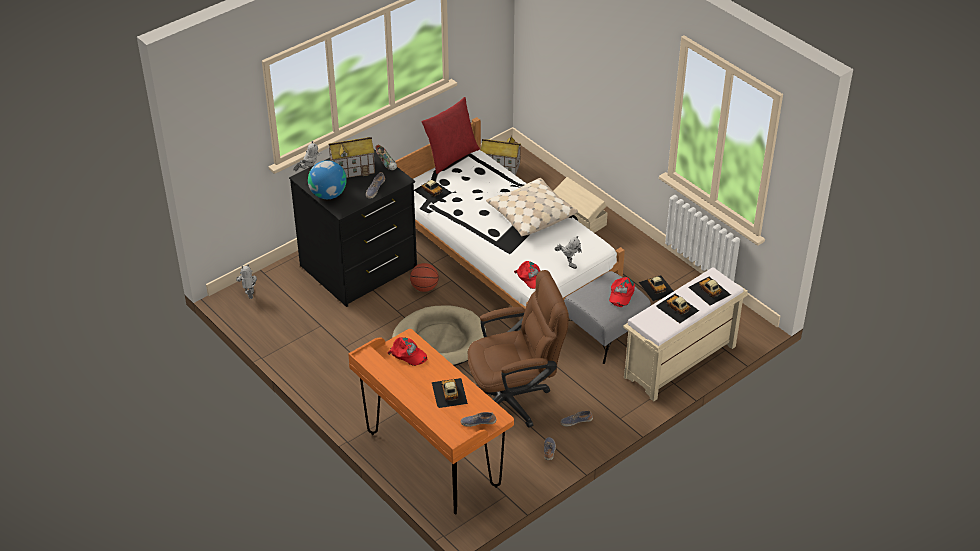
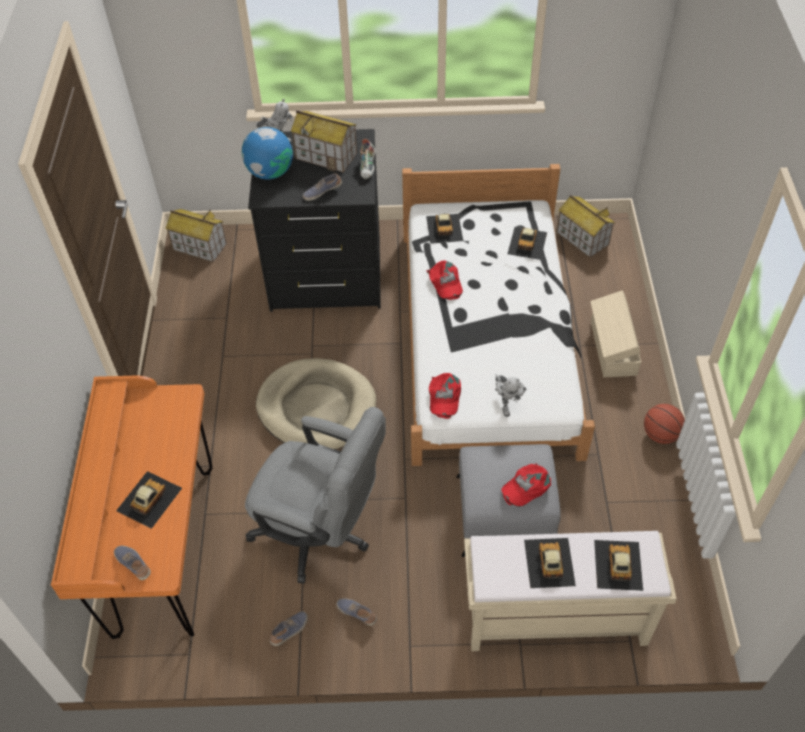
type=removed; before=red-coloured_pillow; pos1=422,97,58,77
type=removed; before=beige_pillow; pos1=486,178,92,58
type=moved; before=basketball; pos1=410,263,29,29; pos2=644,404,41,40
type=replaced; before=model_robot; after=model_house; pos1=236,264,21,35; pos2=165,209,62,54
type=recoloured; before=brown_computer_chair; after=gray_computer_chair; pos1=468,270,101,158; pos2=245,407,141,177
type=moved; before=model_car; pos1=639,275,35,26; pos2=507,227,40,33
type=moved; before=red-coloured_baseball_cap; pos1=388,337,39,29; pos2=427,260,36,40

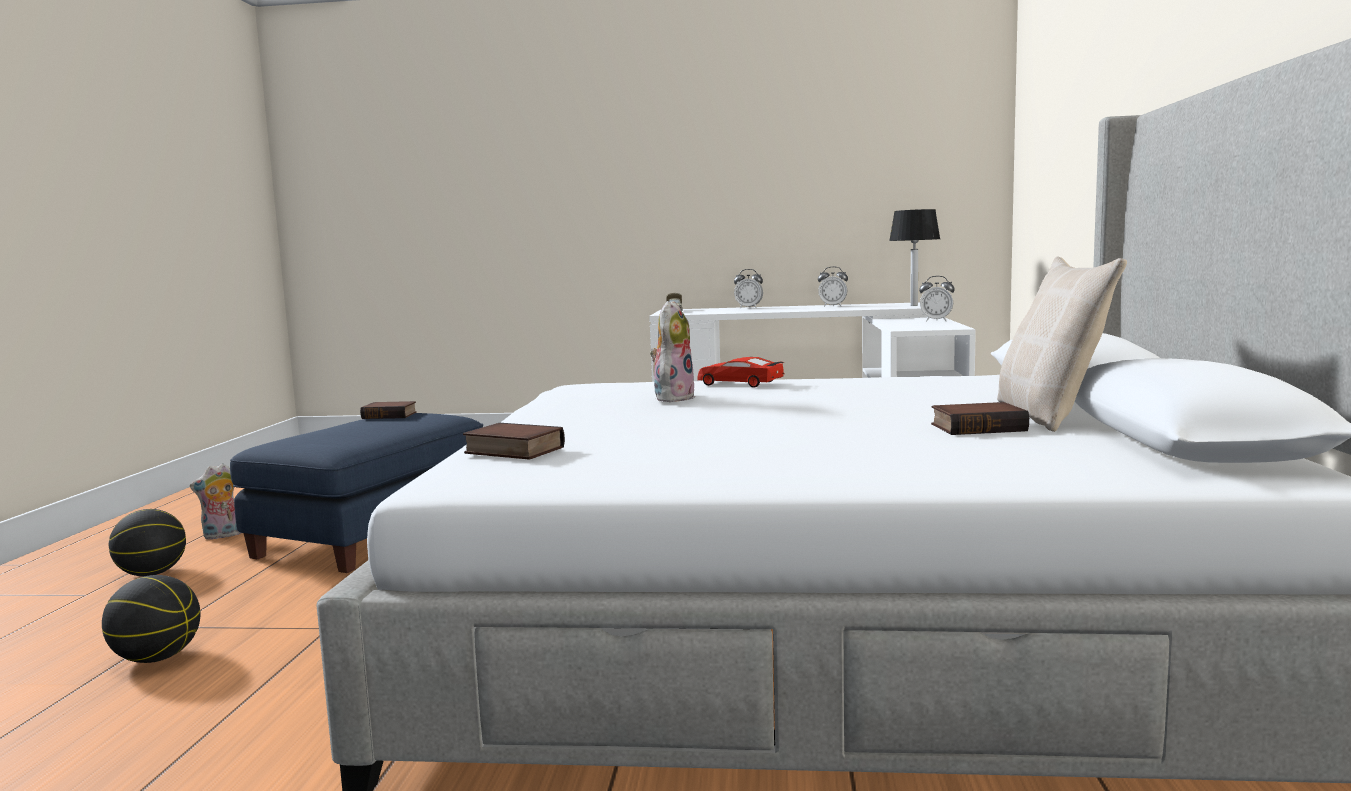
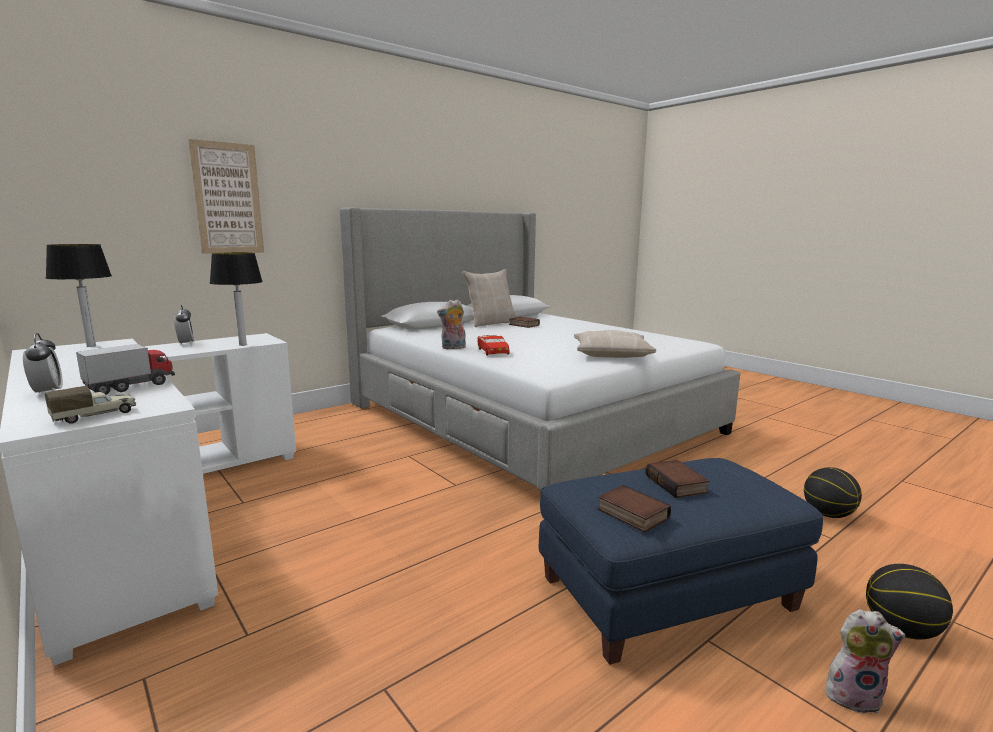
type=removed; before=table_clock; pos1=818,266,30,41
type=moved; before=plush_toy; pos1=650,301,46,101; pos2=437,299,29,50
type=moved; before=bound_book; pos1=463,423,102,37; pos2=646,460,63,38
type=added; after=picture; pos2=188,139,76,115
type=added; after=tabletop_lamp; pos2=210,253,53,93
type=added; after=beige_pillow; pos2=574,330,82,28
type=added; after=model_truck; pos2=76,344,99,51

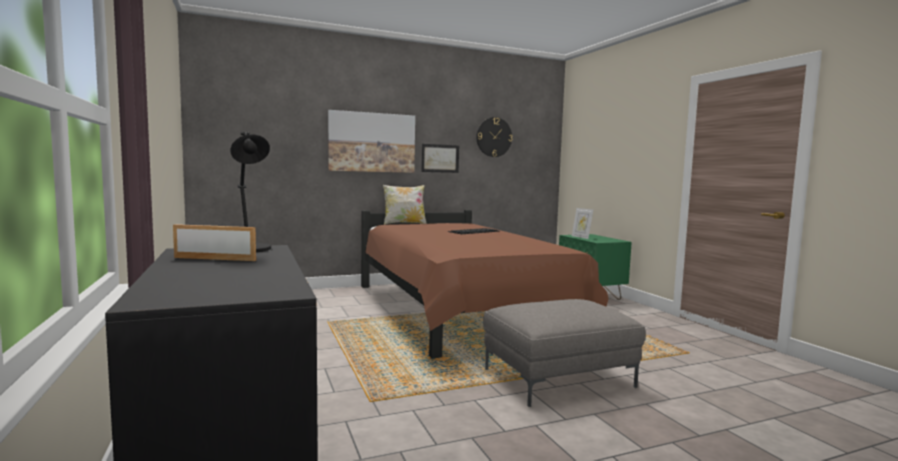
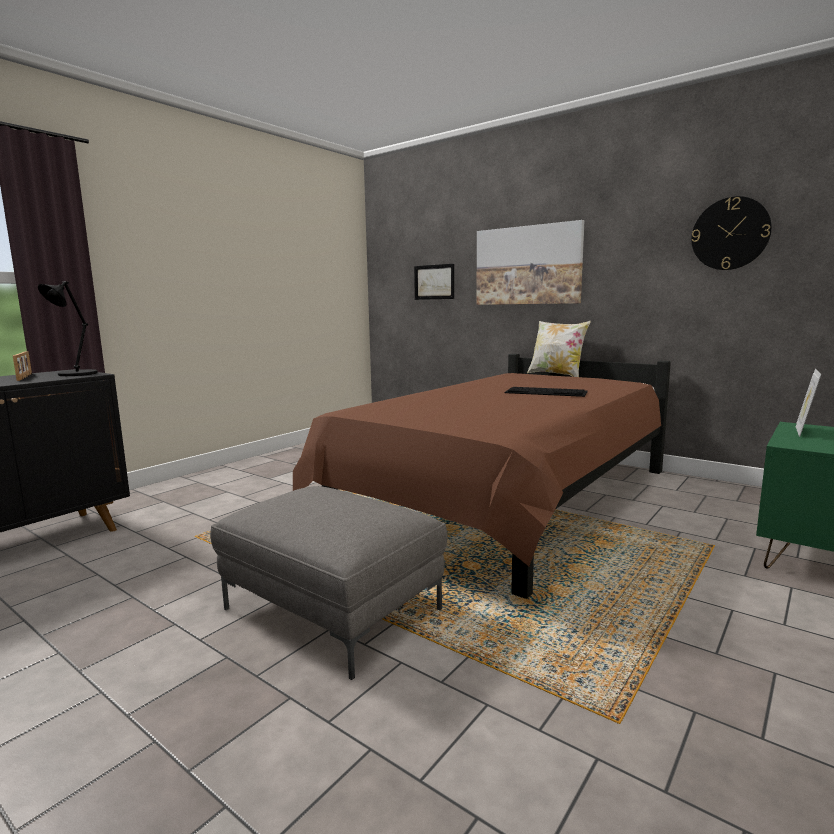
type=moved; before=picture; pos1=421,144,38,29; pos2=414,264,40,36

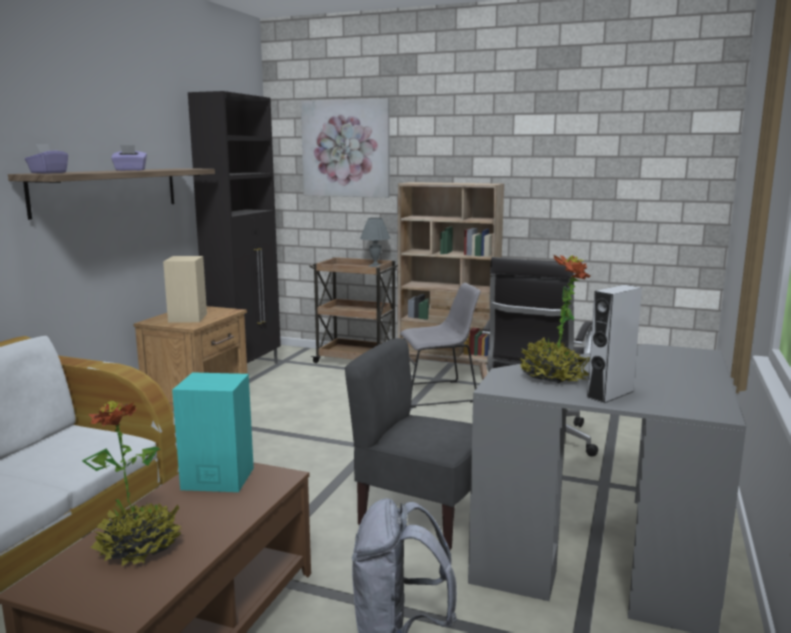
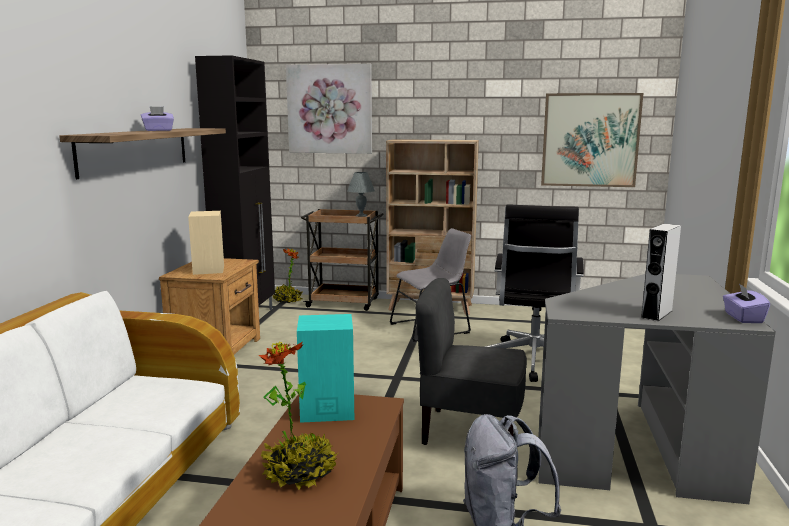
type=moved; before=purplish_tissue_box; pos1=25,144,43,29; pos2=723,283,47,40
type=moved; before=houseplant; pos1=520,254,70,129; pos2=273,248,30,55
type=added; after=picture; pos2=541,93,102,94

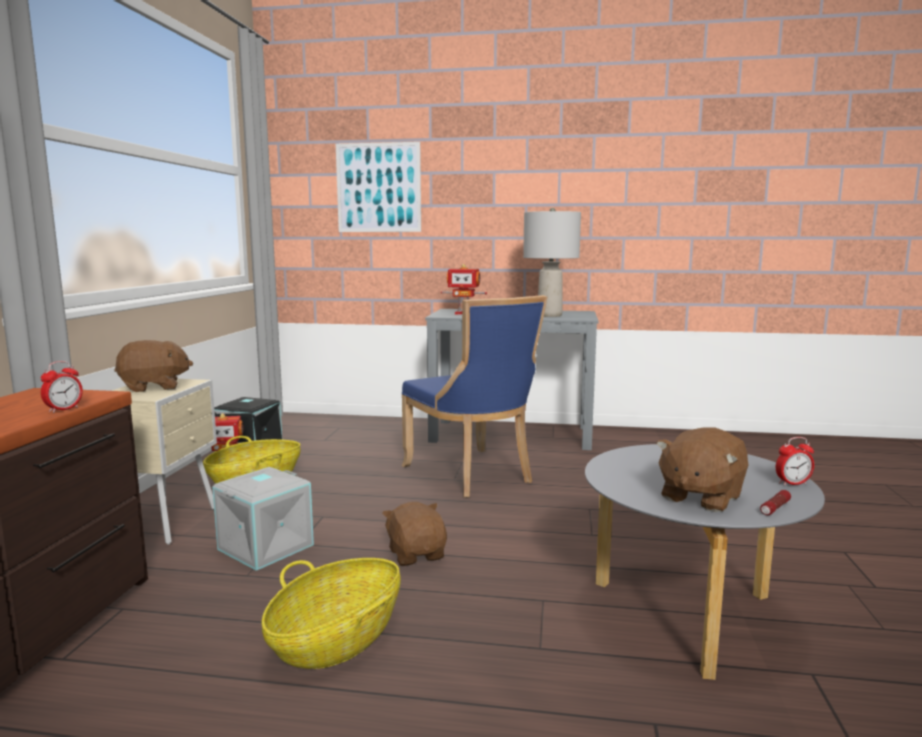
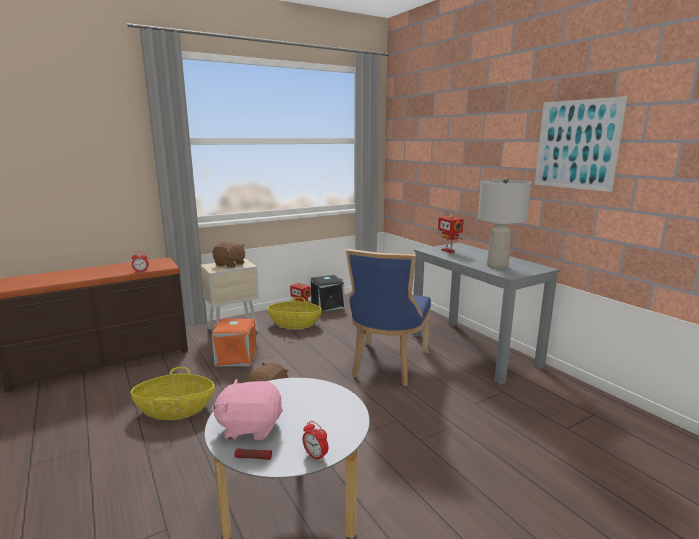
type=moved; before=picture; pos1=336,142,85,90; pos2=535,96,92,96
type=recoloured; before=brown_plush_toy; after=pink_plush_toy; pos1=657,427,92,85; pos2=211,379,72,61
type=recoloured; before=gray_storage_box; after=orangey_storage_box; pos1=212,467,102,104; pos2=212,319,45,47

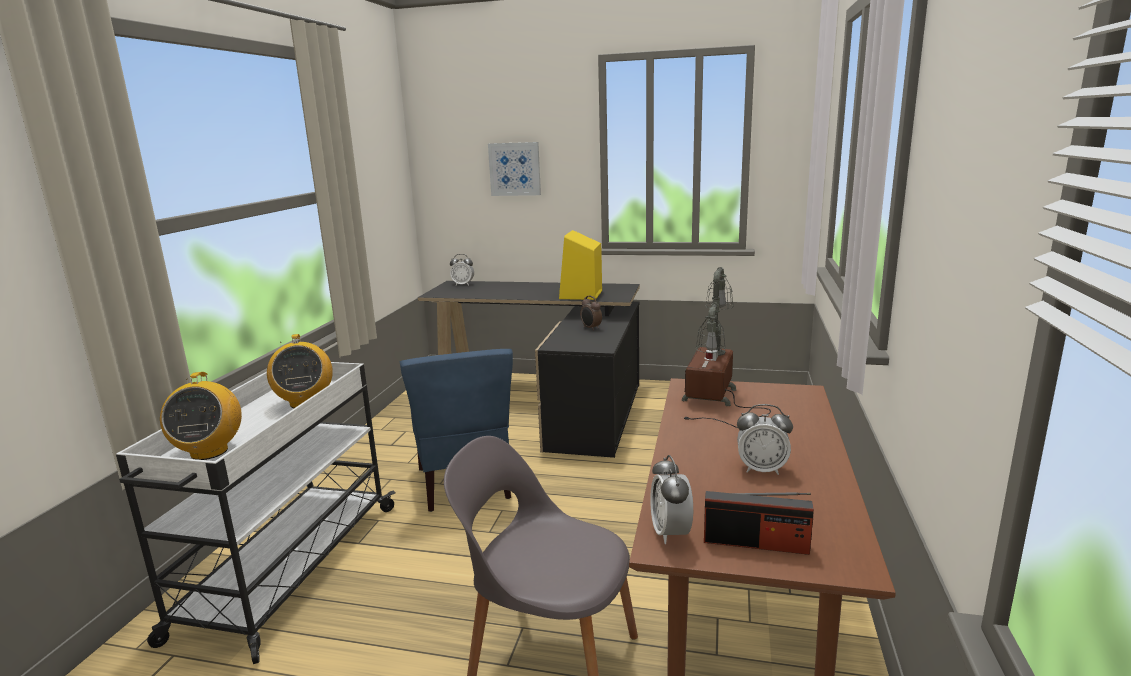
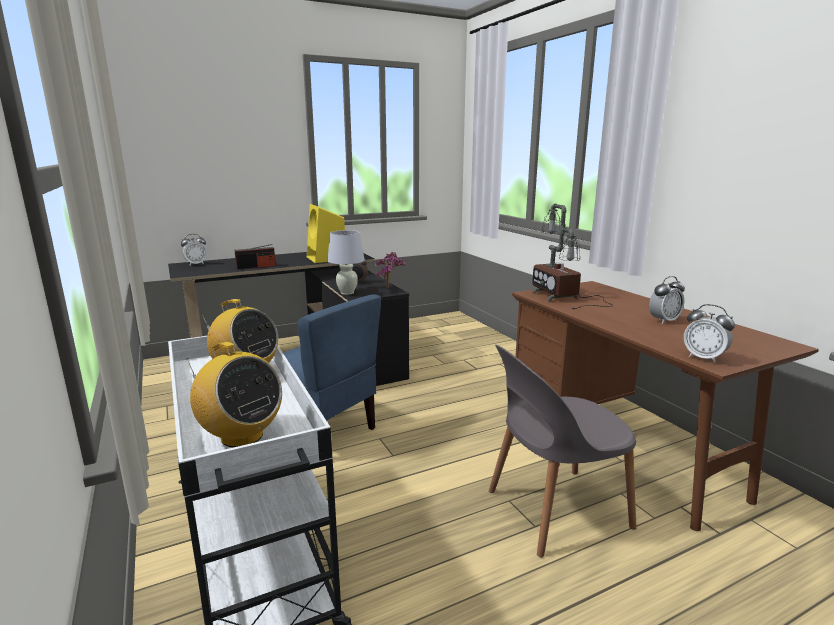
type=removed; before=picture; pos1=488,142,53,54
type=moved; before=radio; pos1=704,491,110,64; pos2=234,244,42,26
type=added; after=whitish_tabletop_lamp; pos2=327,230,38,65
type=added; after=houseplant; pos2=375,252,31,36

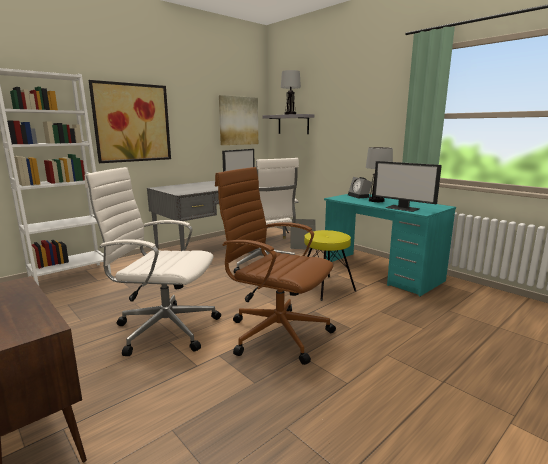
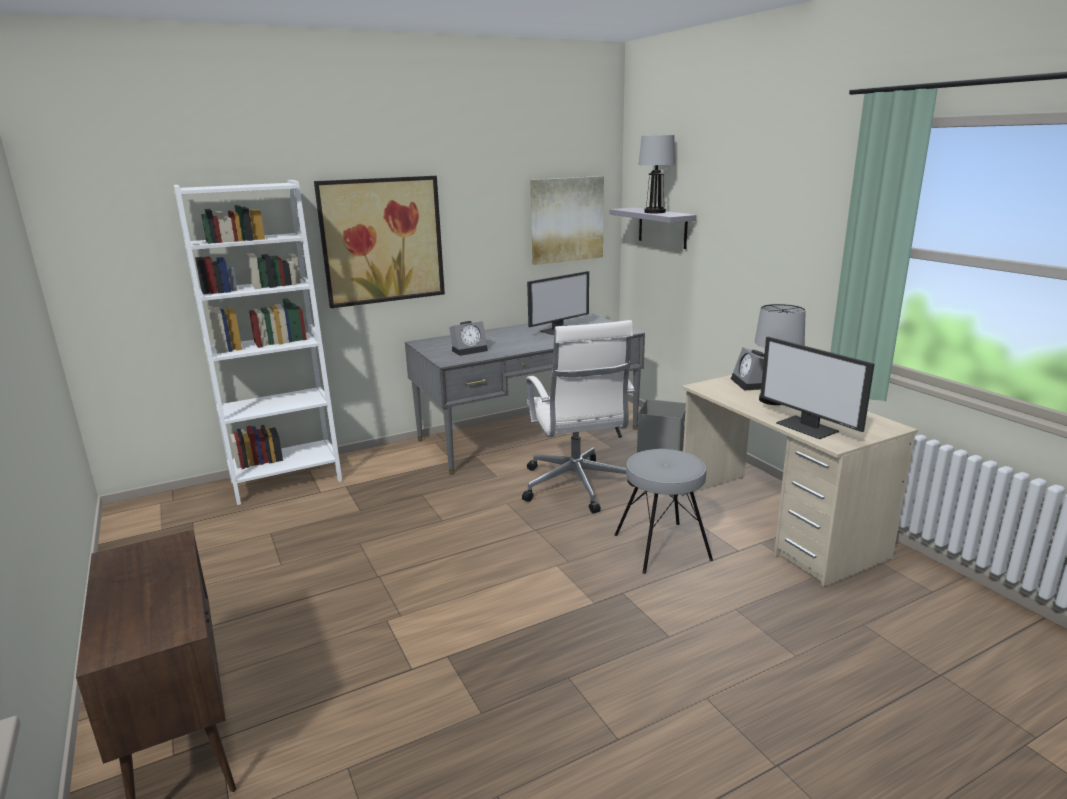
type=removed; before=whitish_computer_chair; pos1=85,167,136,189
type=removed; before=brown_computer_chair; pos1=215,167,121,198
type=recoloured; before=turquoise_desk_unit; after=beige_desk_unit; pos1=324,194,132,103; pos2=681,375,237,212
type=recoloured; before=yellowish_stool; after=gray_stool; pos1=304,230,52,71; pos2=615,449,98,125
type=added; after=table_clock; pos2=449,321,39,35

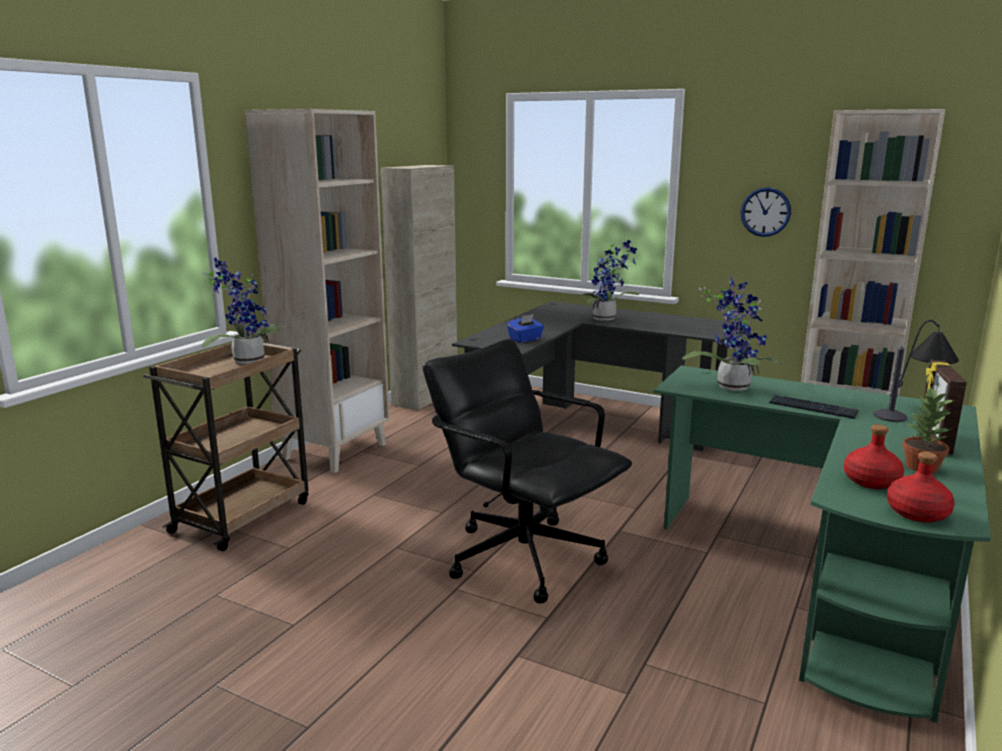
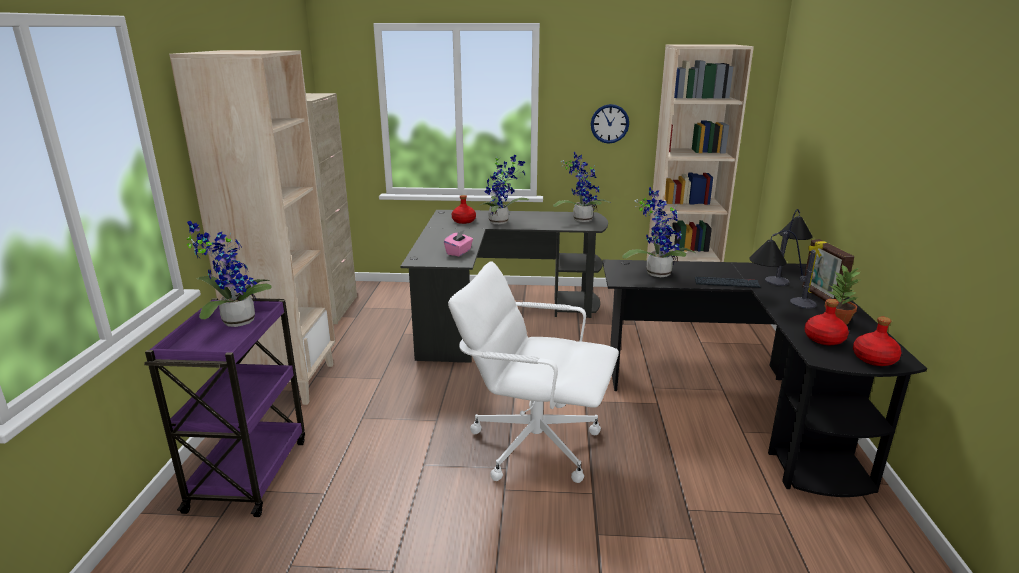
type=recoloured; before=blue_tissue_box; after=pink_tissue_box; pos1=507,314,37,29; pos2=444,230,29,26
type=recoloured; before=black-coloured_computer_chair; after=whitish_computer_chair; pos1=423,339,209,264; pos2=448,261,171,222
type=recoloured; before=brown_trolley; after=purplish_trolley; pos1=143,343,166,208; pos2=144,298,161,219
type=recoloured; before=green-coloured_desk_unit; after=black-coloured_desk_unit; pos1=653,365,338,358; pos2=602,259,325,238
type=added; after=houseplant; pos2=553,152,57,70
type=added; after=red-coloured_drink_bottle; pos2=452,195,24,29
type=added; after=tabletop_lamp; pos2=749,230,68,79

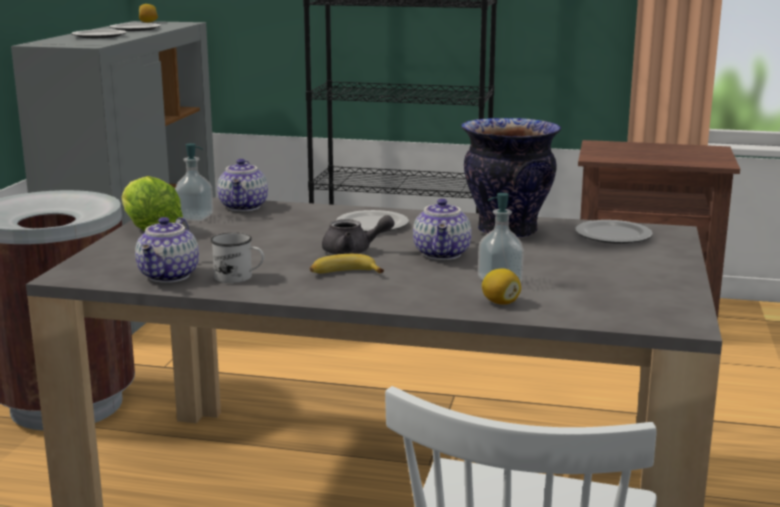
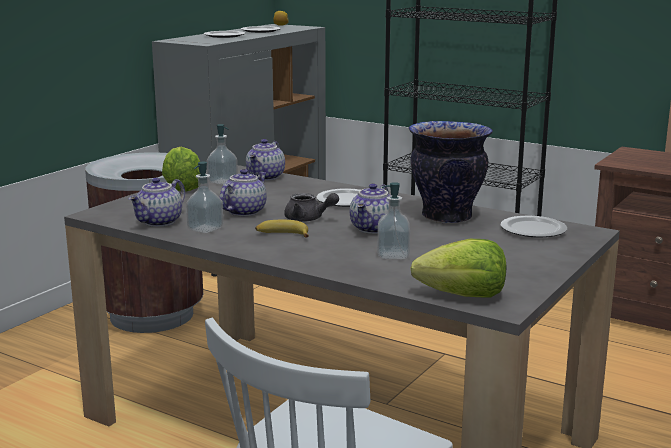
type=replaced; before=whitish_tea_mug; after=liquid_soap_bottle; pos1=210,233,54,50; pos2=186,162,37,71
type=removed; before=whole_lemon; pos1=482,268,39,37
type=added; after=tea_pot; pos2=219,169,48,47
type=added; after=lettuce_head; pos2=410,239,96,58

